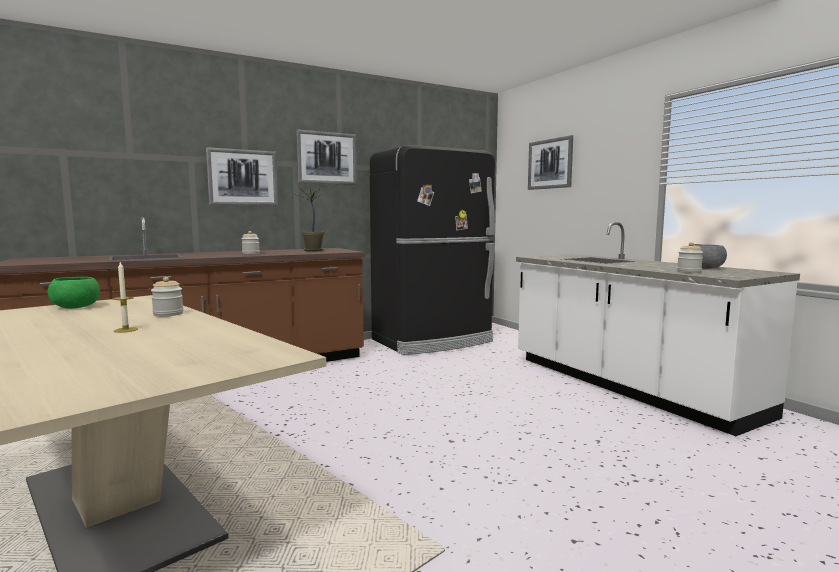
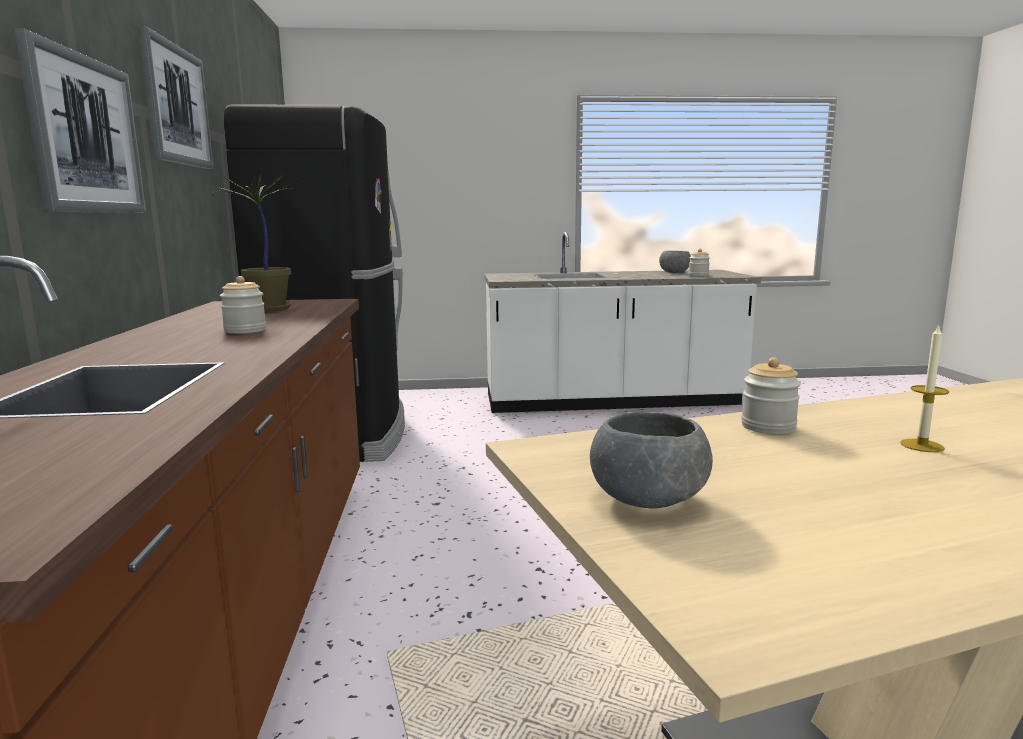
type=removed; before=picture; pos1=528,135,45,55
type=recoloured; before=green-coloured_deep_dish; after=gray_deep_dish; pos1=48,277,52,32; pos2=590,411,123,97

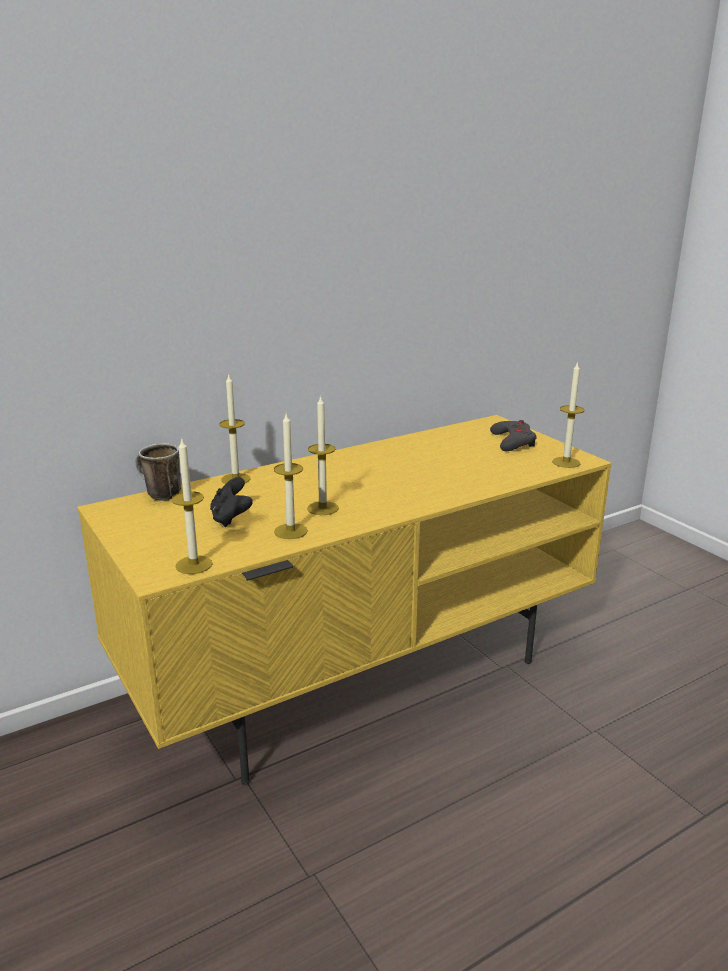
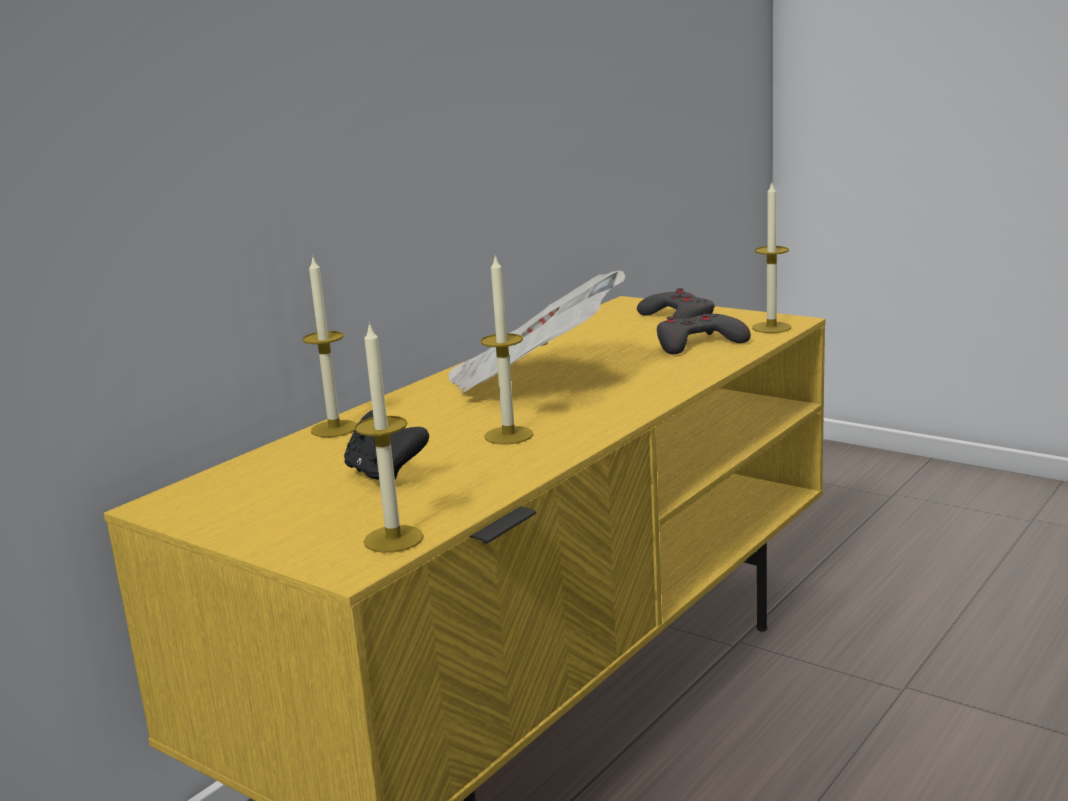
type=removed; before=wax_candle; pos1=274,414,34,125
type=removed; before=tea_mug; pos1=135,443,46,58
type=added; after=printed_paper; pos2=447,271,178,122
type=added; after=gray_joypad; pos2=657,314,94,40

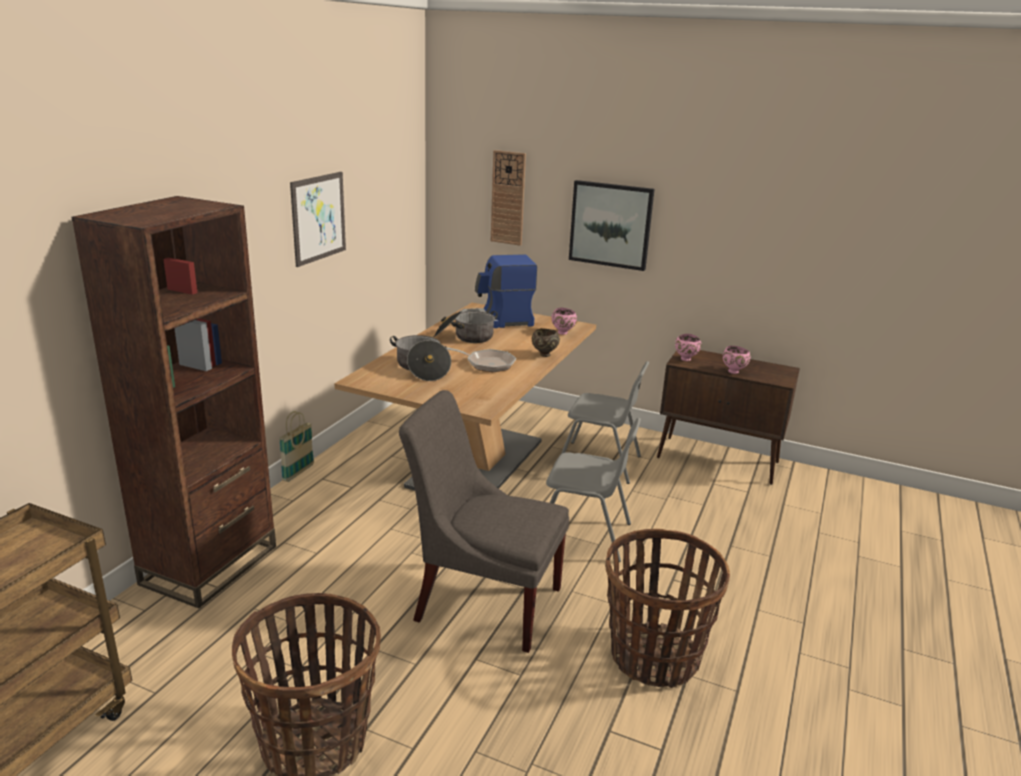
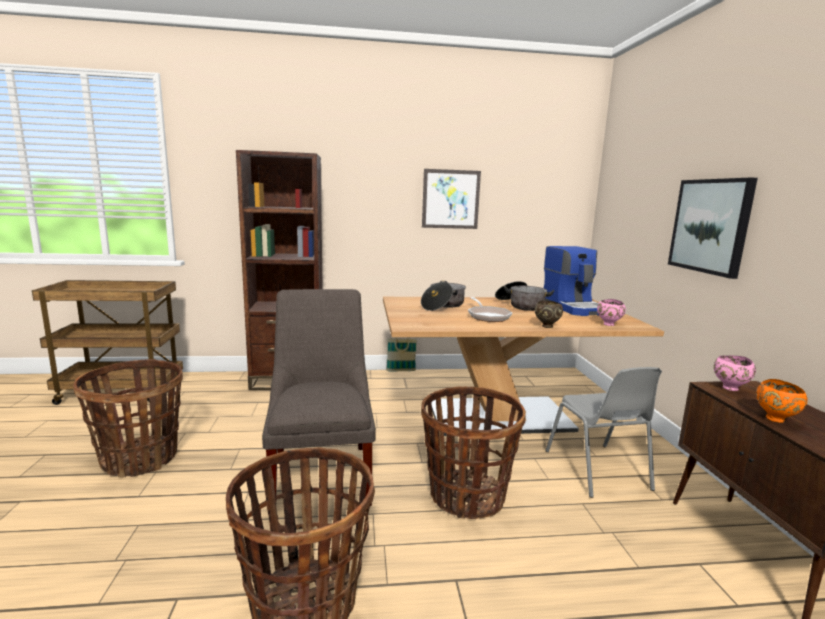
type=removed; before=hanging_clock; pos1=491,150,35,96
type=turned; before=coffee_maker; pos1=459,254,78,74; pos2=544,246,55,70; turn=-150
type=recoloured; before=pink_deep_dish; after=orangey_deep_dish; pos1=723,346,28,28; pos2=756,379,52,44
type=replaced; before=gray_upright_chair; after=storage_basket; pos1=546,418,95,144; pos2=421,386,105,133

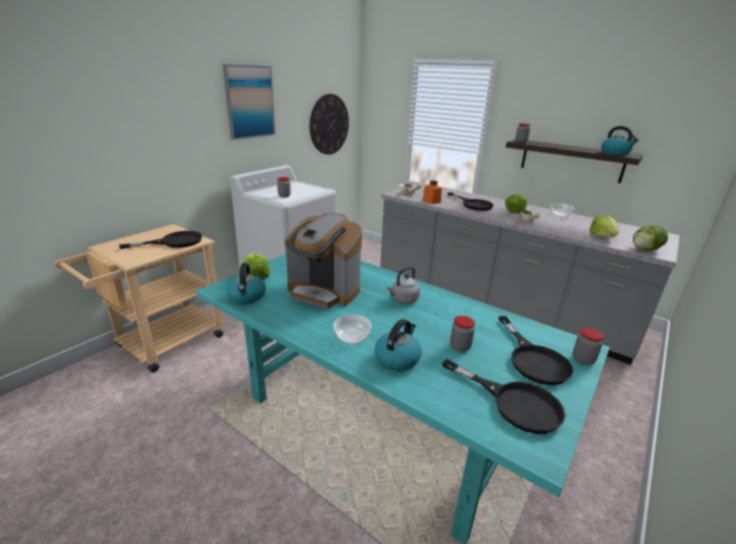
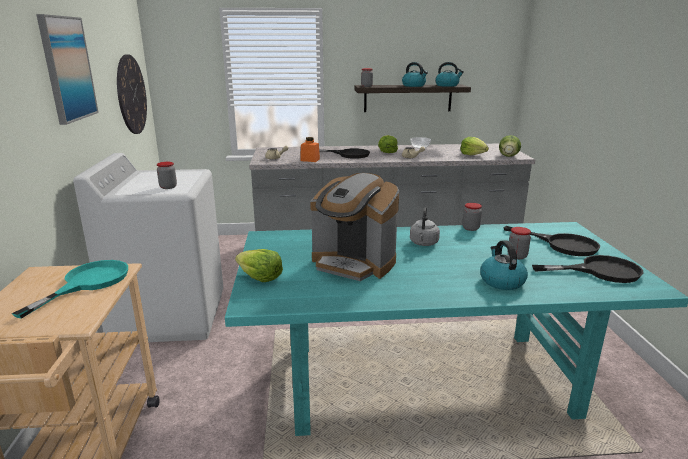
type=turned; before=coffee_maker; pos1=285,213,77,96; pos2=310,173,89,108; turn=45
type=recoloured; before=black-coloured_skillet; after=turquoise_skillet; pos1=119,231,83,18; pos2=12,260,116,58
type=moved; before=water_kettle; pos1=227,263,39,41; pos2=402,62,26,25
type=removed; before=deep_dish; pos1=333,314,38,30
type=moved; before=storage_jar; pos1=573,328,31,37; pos2=462,203,20,28

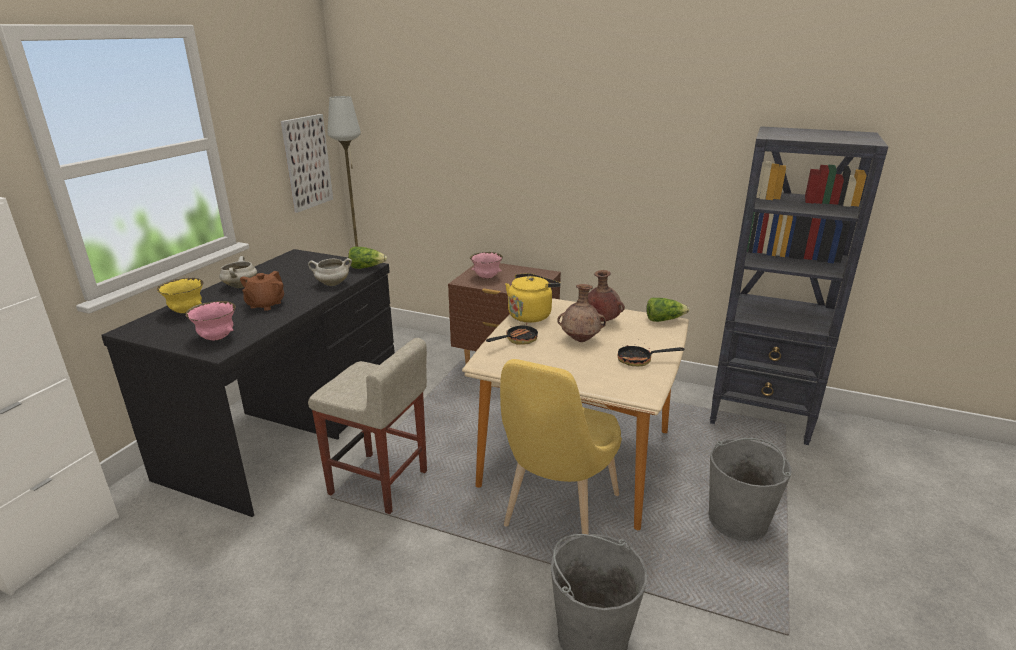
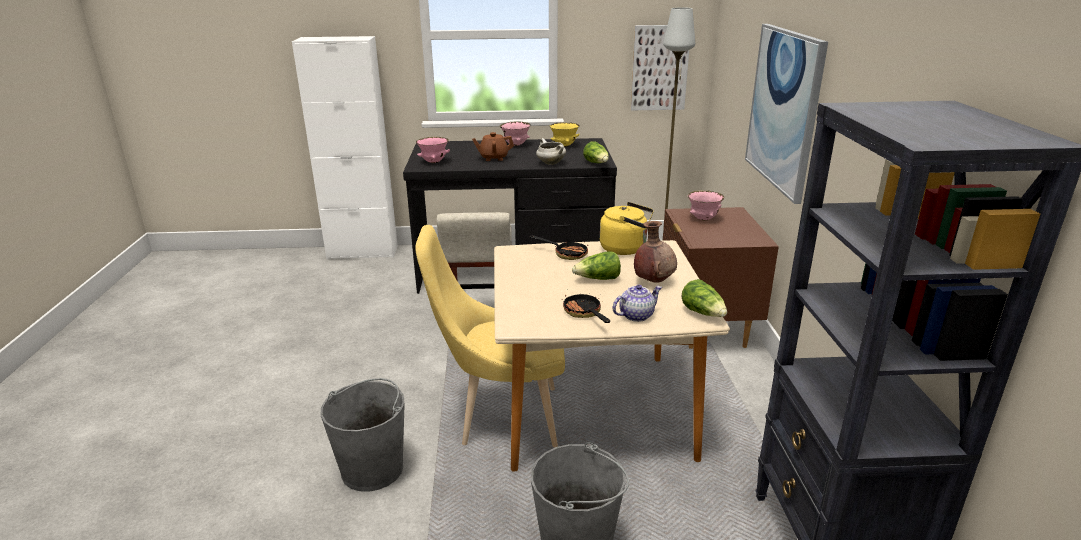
type=replaced; before=whitish_saucepot; after=pink_deep_dish; pos1=219,256,38,32; pos2=500,121,31,25
type=moved; before=yellowish_deep_dish; pos1=157,278,47,35; pos2=550,122,30,25
type=replaced; before=brown_flower_vase; after=lettuce_head; pos1=557,284,49,58; pos2=572,252,49,28
type=added; after=picture; pos2=745,24,83,180
type=added; after=tea_pot; pos2=612,285,50,37

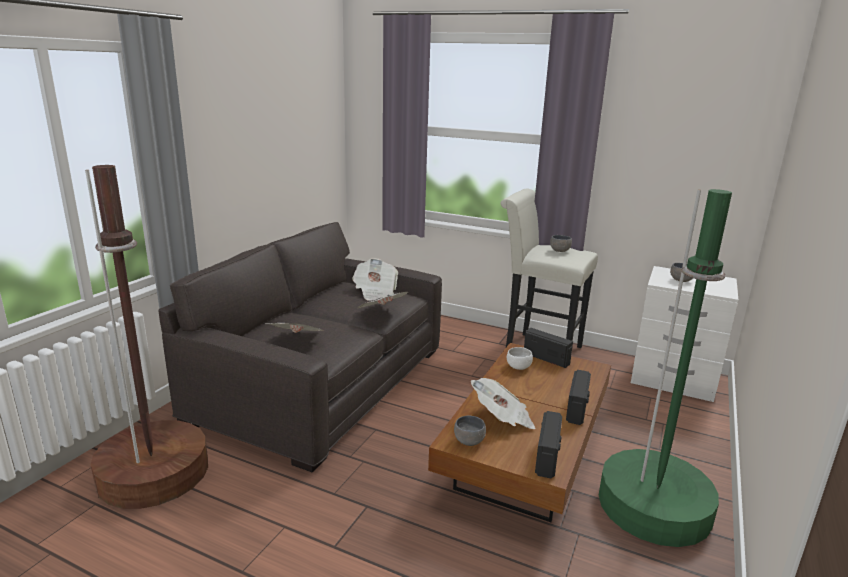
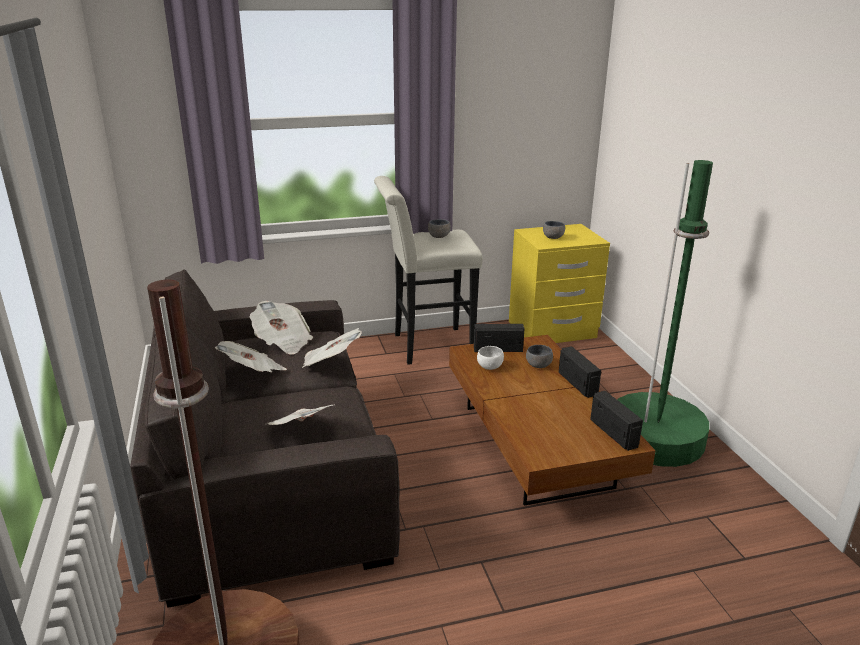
type=recoloured; before=whitish_night_table; after=yellowish_night_table; pos1=631,266,107,136; pos2=509,224,101,119
type=moved; before=printed_paper; pos1=471,378,64,51; pos2=215,341,72,31
type=moved; before=gray_deep_dish; pos1=454,416,32,30; pos2=526,345,27,23

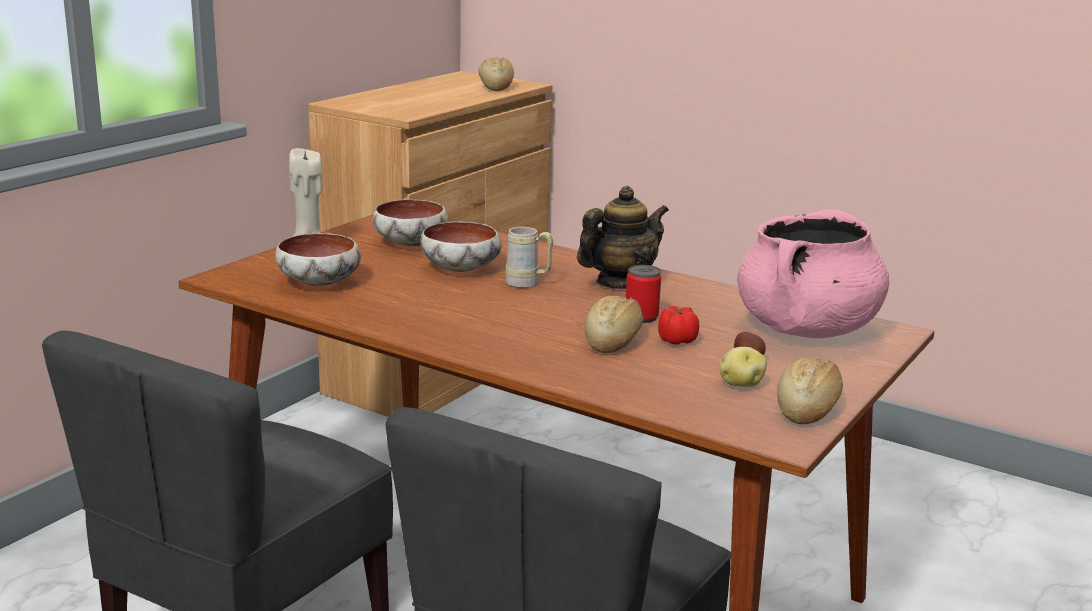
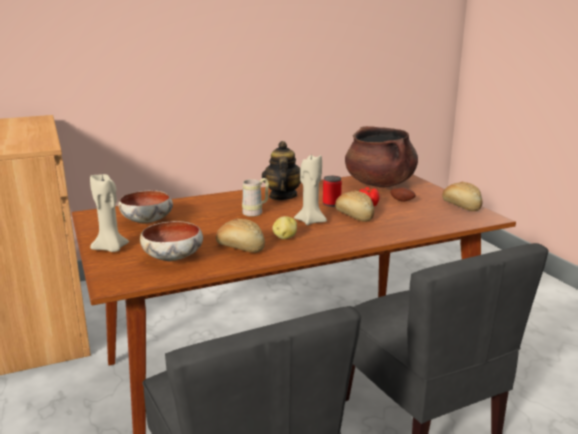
type=moved; before=baked_bread; pos1=478,57,36,34; pos2=216,218,49,35
type=recoloured; before=pink_saucepot; after=brown_saucepot; pos1=737,209,152,129; pos2=345,126,73,62
type=removed; before=deep_dish; pos1=420,222,82,50
type=moved; before=whole_potato; pos1=719,347,48,40; pos2=272,216,25,23
type=added; after=beige_wax_candle; pos2=294,155,33,70

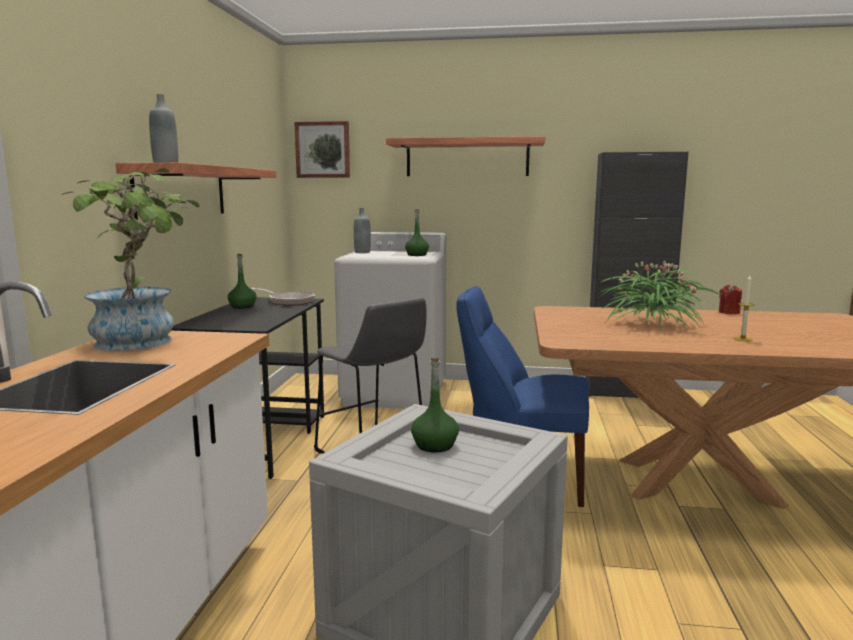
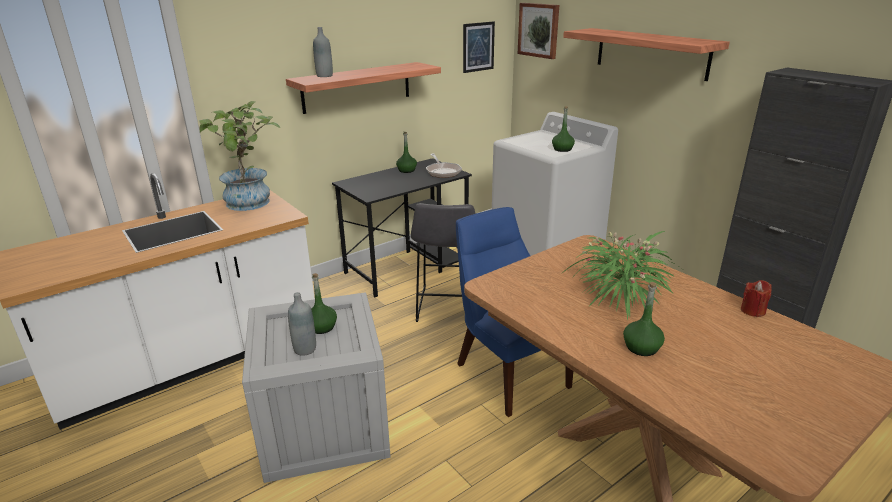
type=moved; before=gray_drink_bottle; pos1=354,208,17,45; pos2=288,292,28,64
type=replaced; before=wax_candle; after=green-coloured_drink_bottle; pos1=733,275,22,66; pos2=623,282,42,74
type=added; after=picture; pos2=463,21,32,52

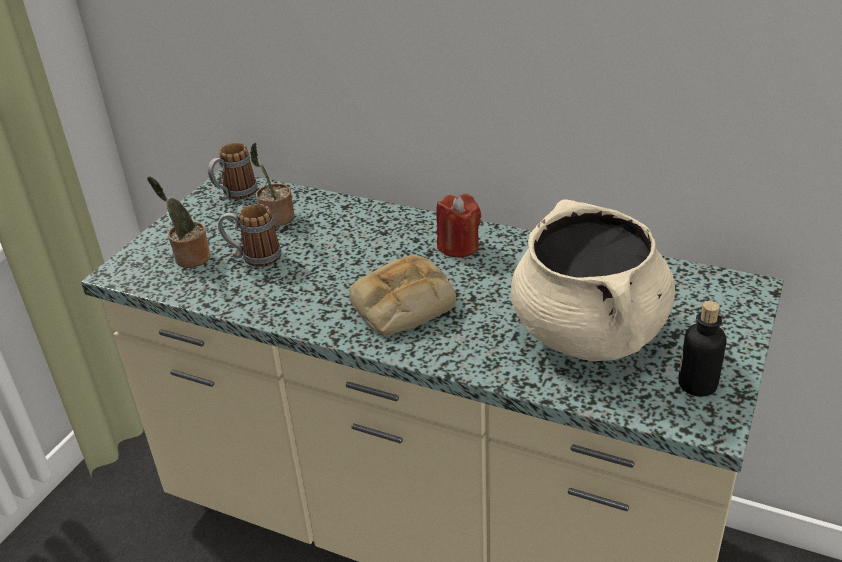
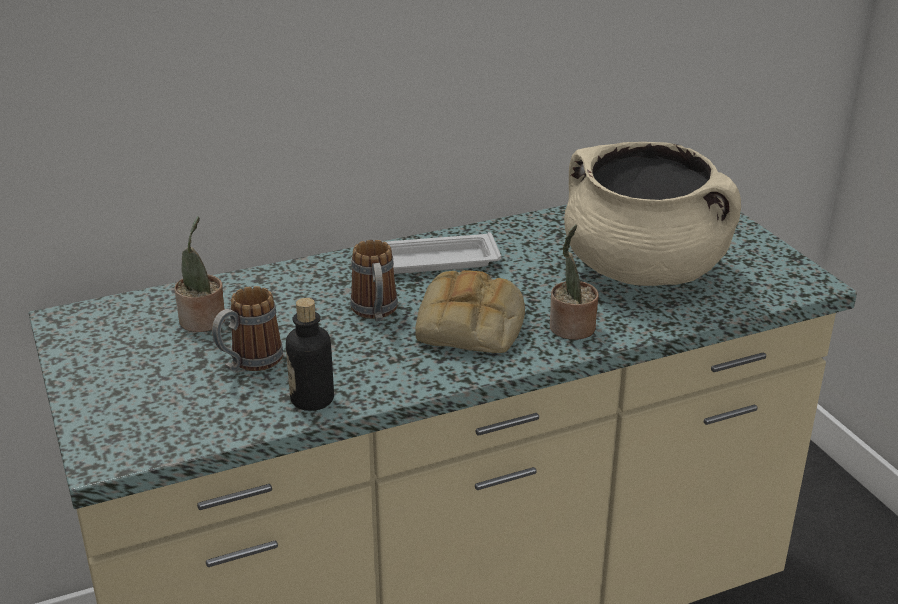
type=moved; before=tea_mug; pos1=208,143,49,57; pos2=350,240,48,81
type=moved; before=houseplant; pos1=147,176,64,92; pos2=550,224,49,116
type=replaced; before=red-coloured_wax_candle; after=whitish_carrying_tray; pos1=436,193,45,65; pos2=386,232,116,42
type=moved; before=drink_bottle; pos1=678,301,48,96; pos2=286,298,48,113

